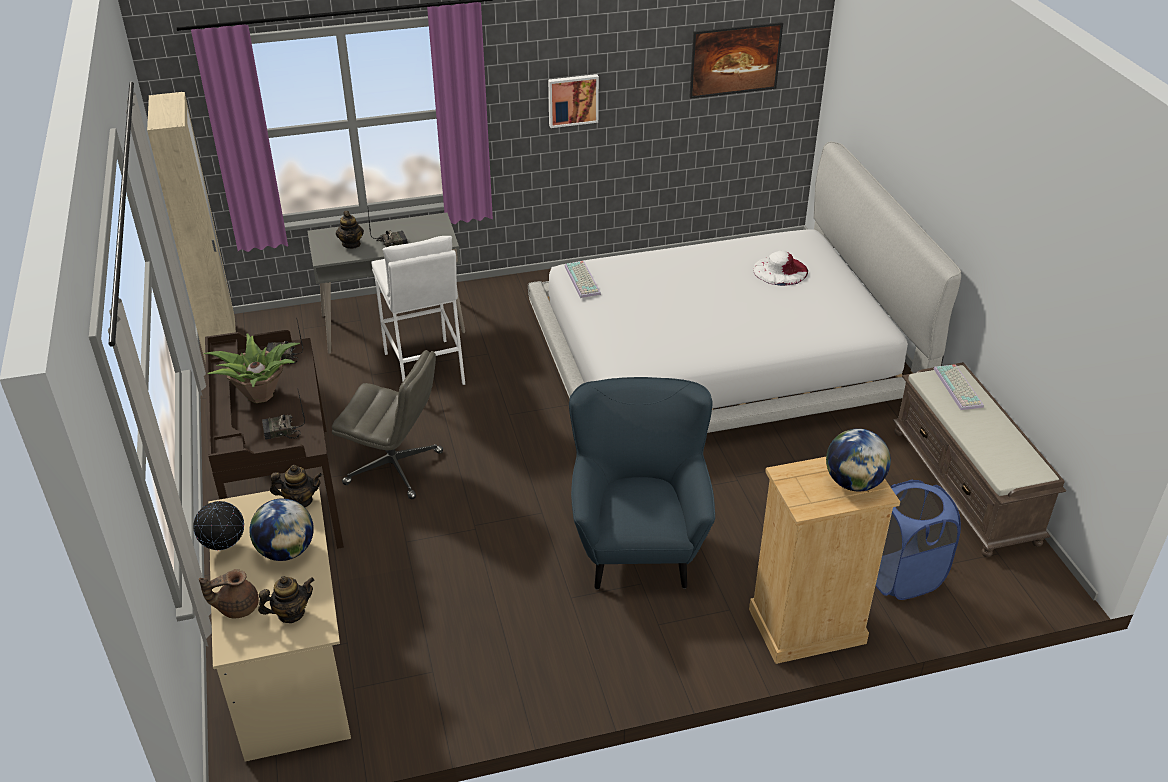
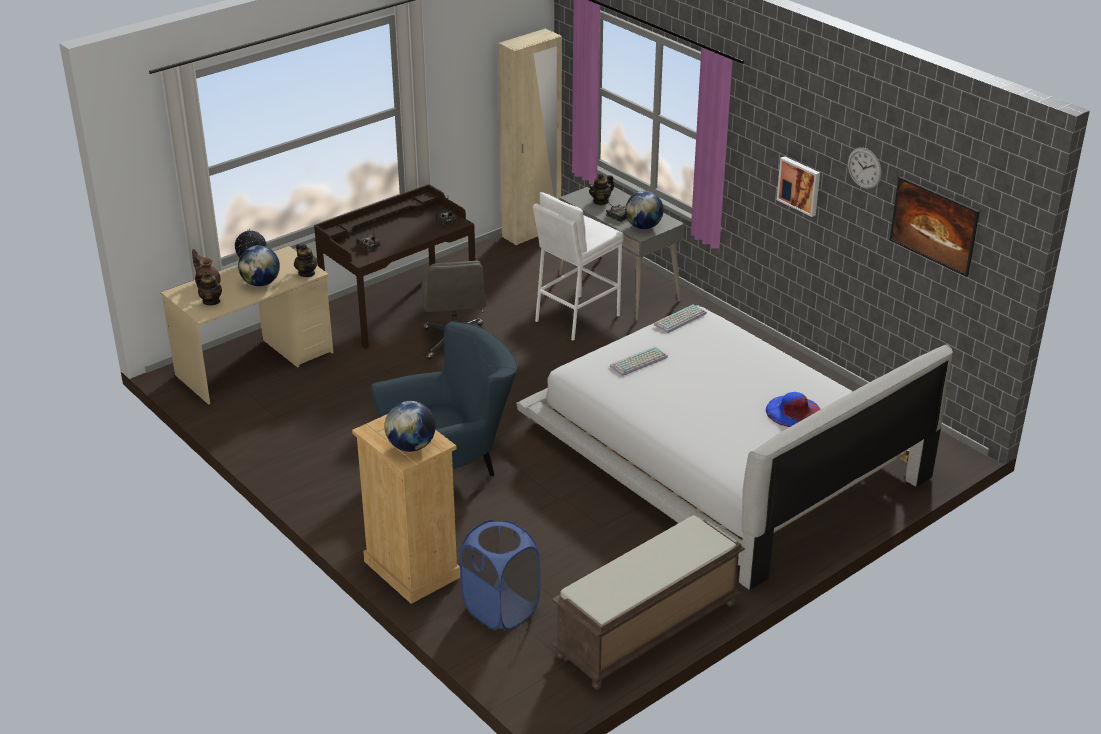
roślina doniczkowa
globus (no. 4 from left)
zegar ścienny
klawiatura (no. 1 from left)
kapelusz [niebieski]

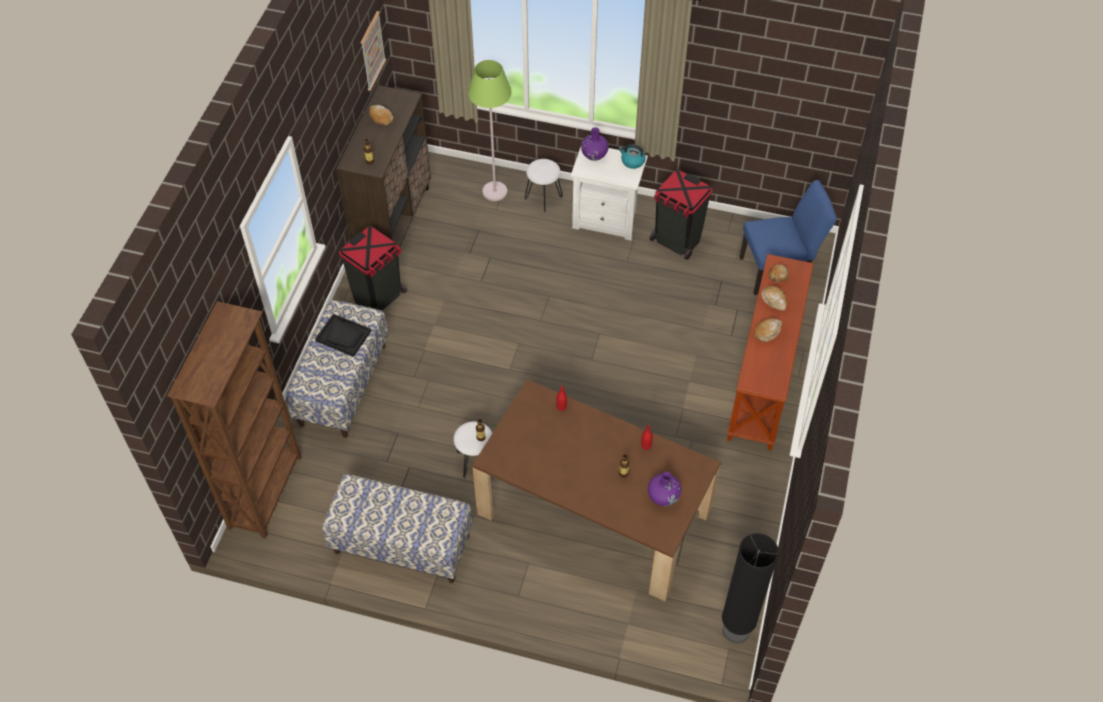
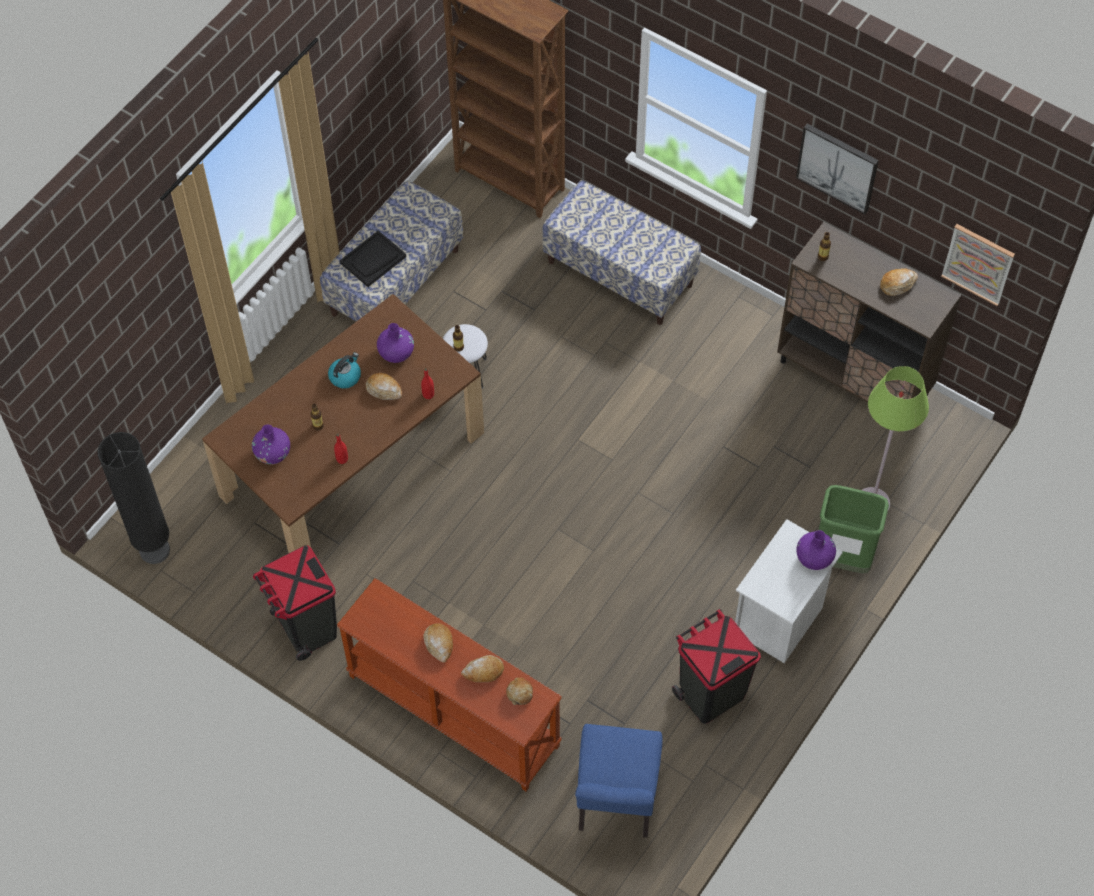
chleb (no. 1 from left)
wazon [fioletowy] (no. 2 from left)
obraz (no. 1 from left)
taca [czarny]
kosz na śmieci [czarny] (no. 1 from left)
czajnik
kosz na śmieci [zielony]

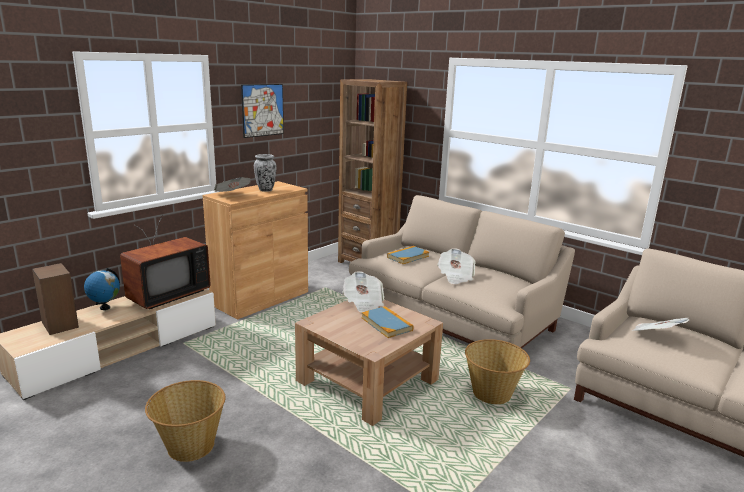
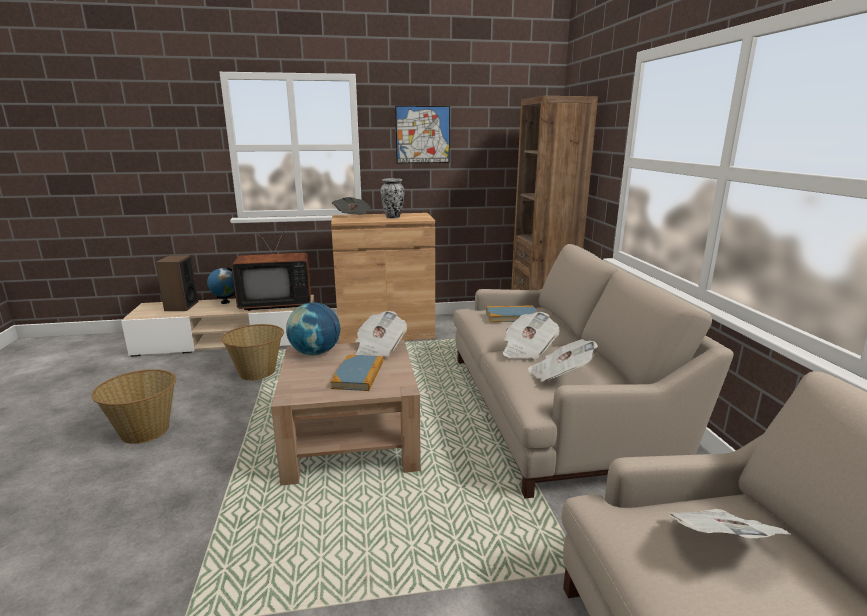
globus (no. 2 from left)
gazeta (no. 4 from left)
koszyk (no. 2 from left)

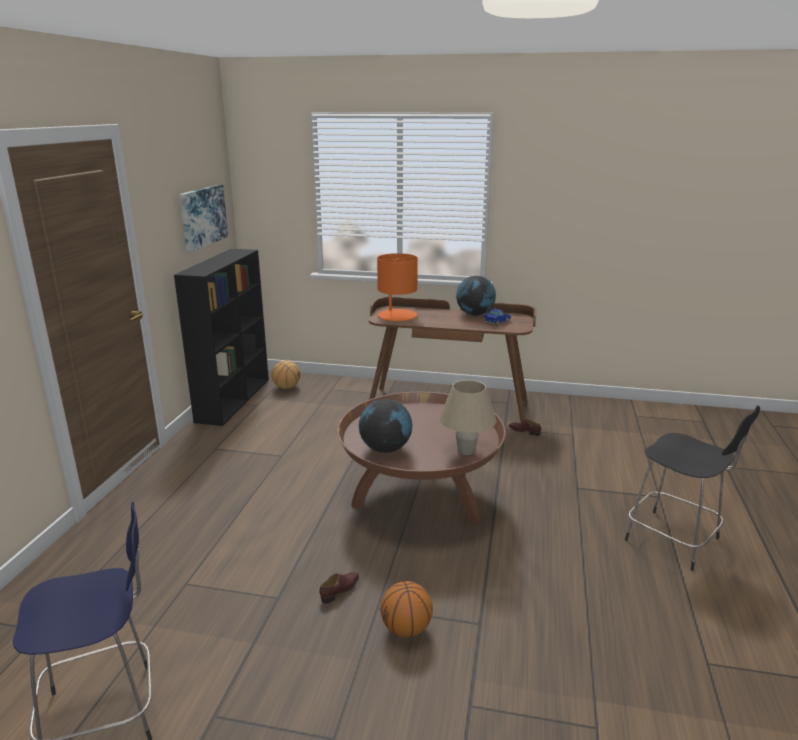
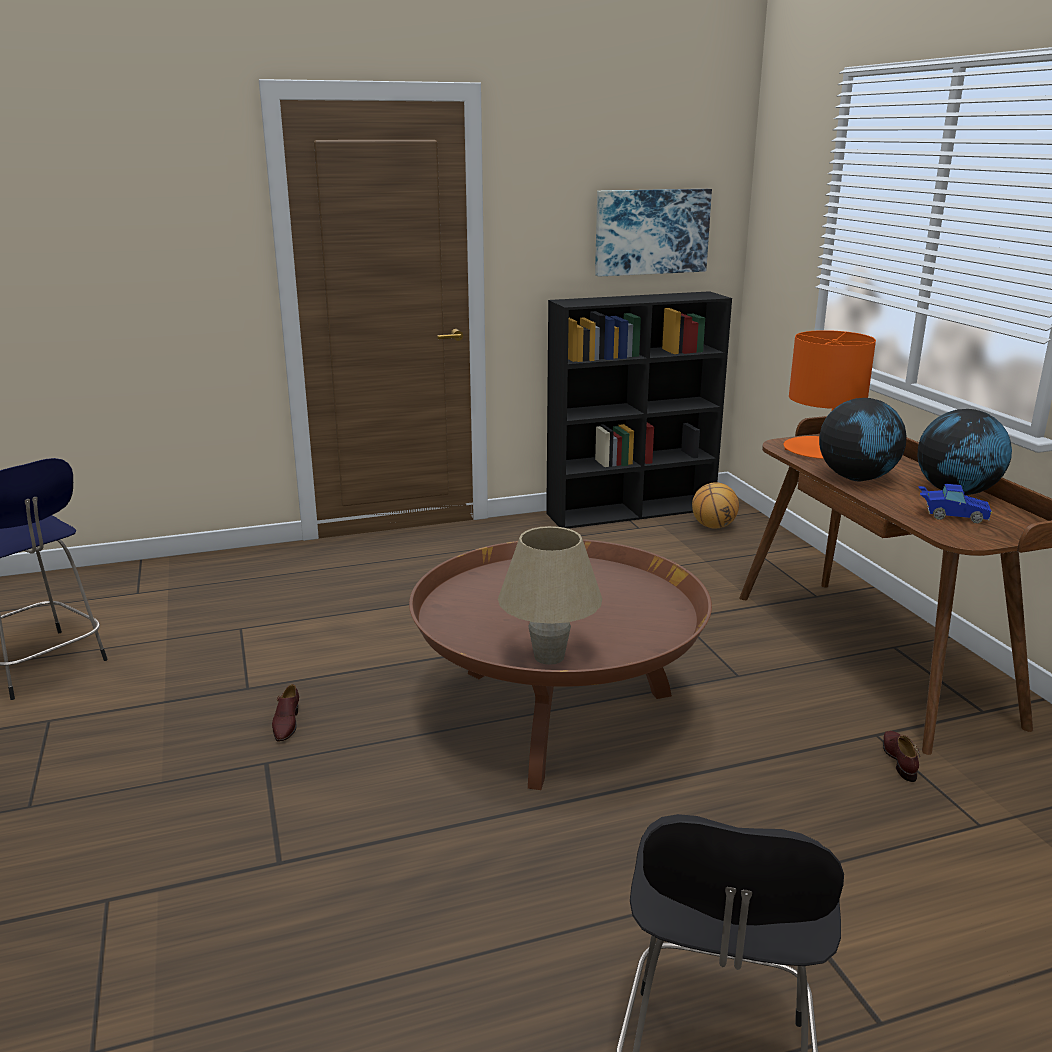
piłka do koszykówki (no. 2 from left in the first image)
globus (no. 1 from left)
but [brązowy] (no. 1 from left)

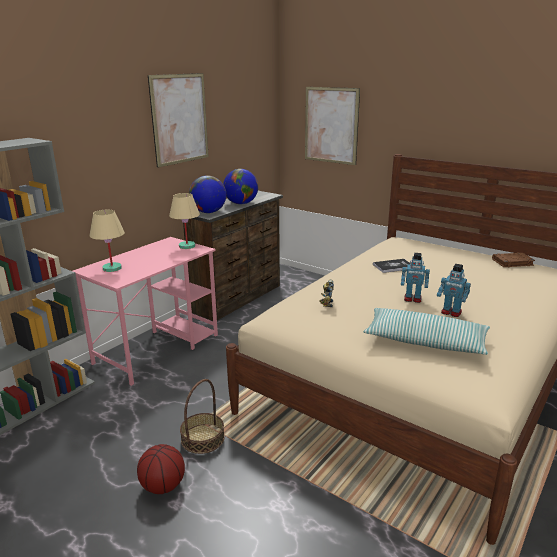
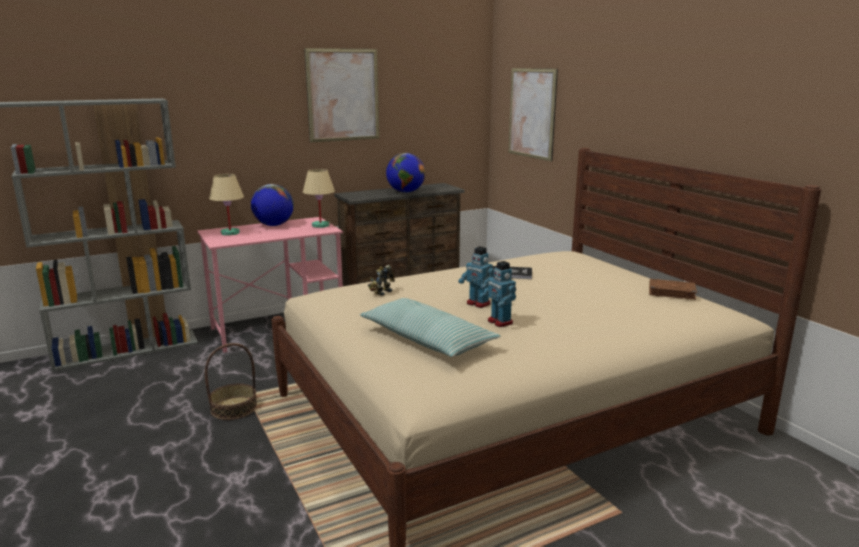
piłka do koszykówki
globus (no. 1 from left)

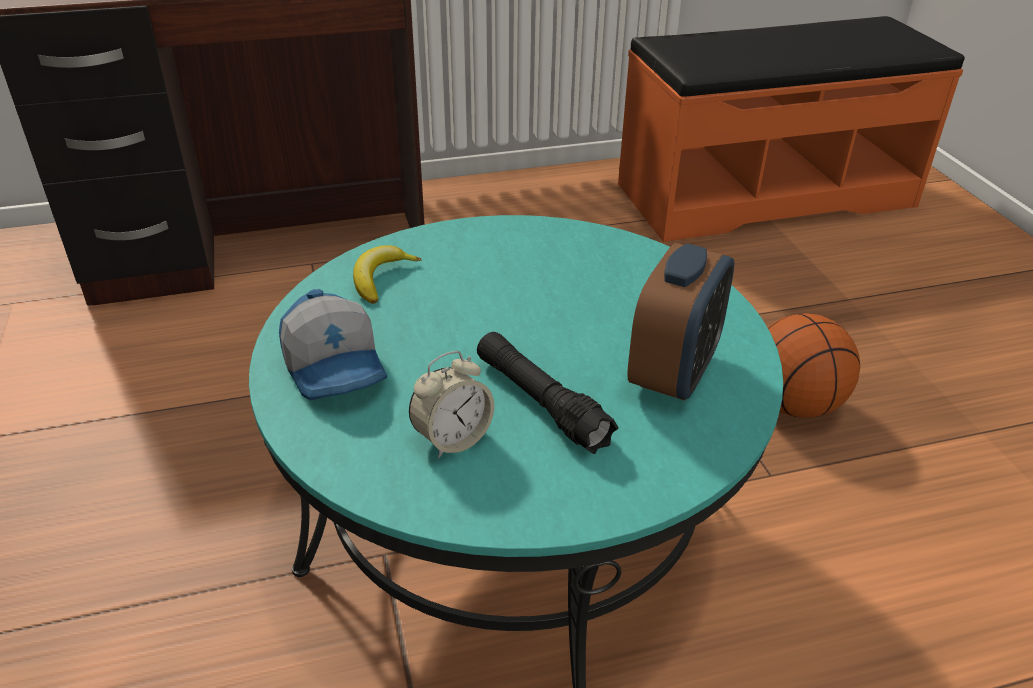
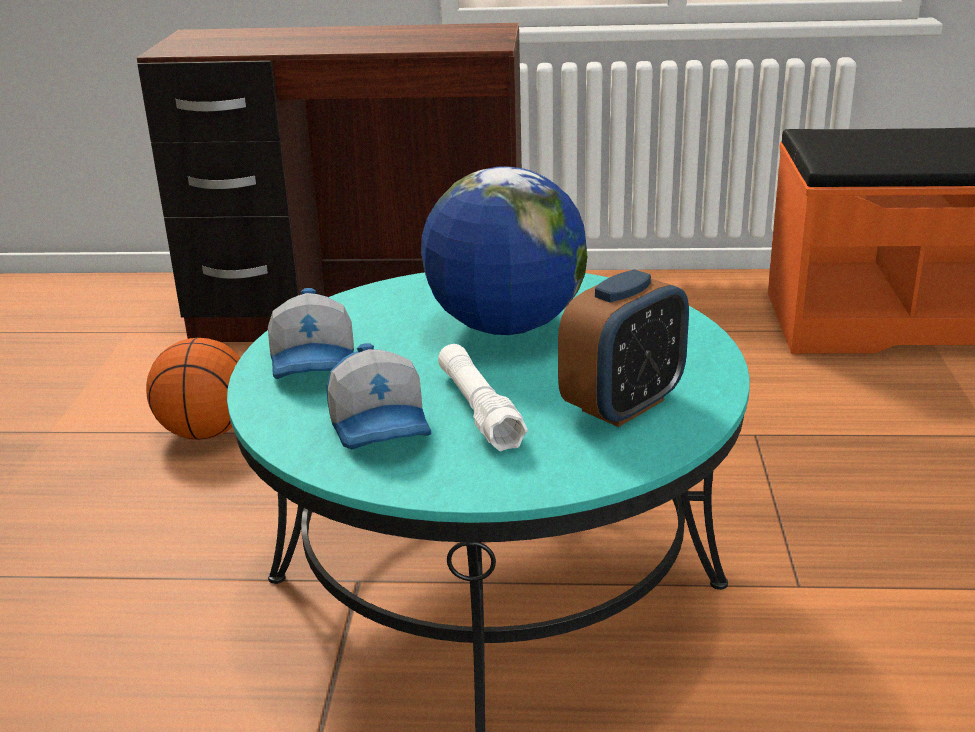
banan
globus
piłka do koszykówki
czapka z daszkiem (no. 2 from left)
latarka [biały]

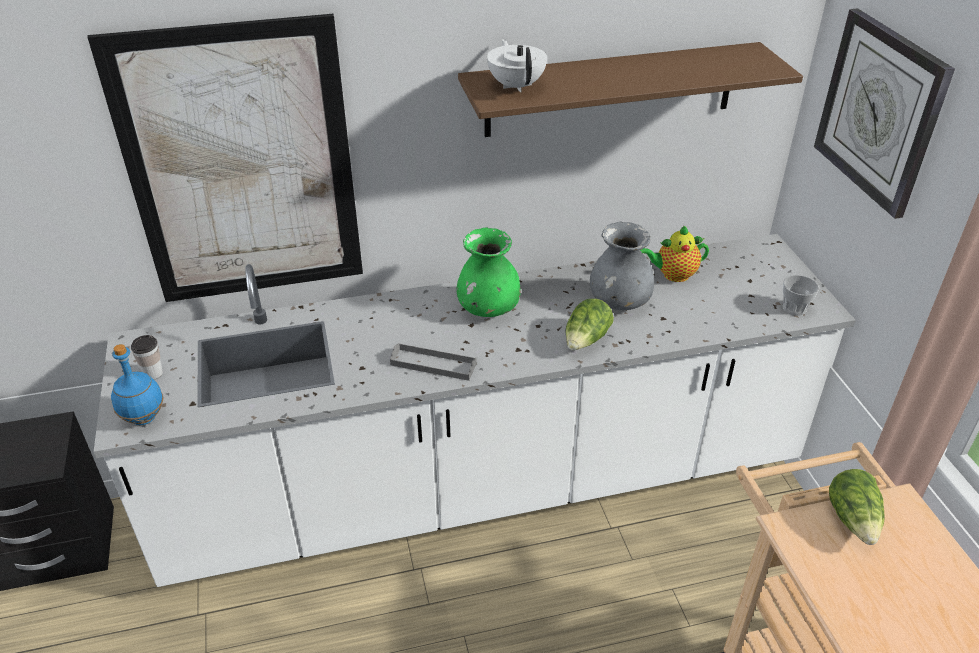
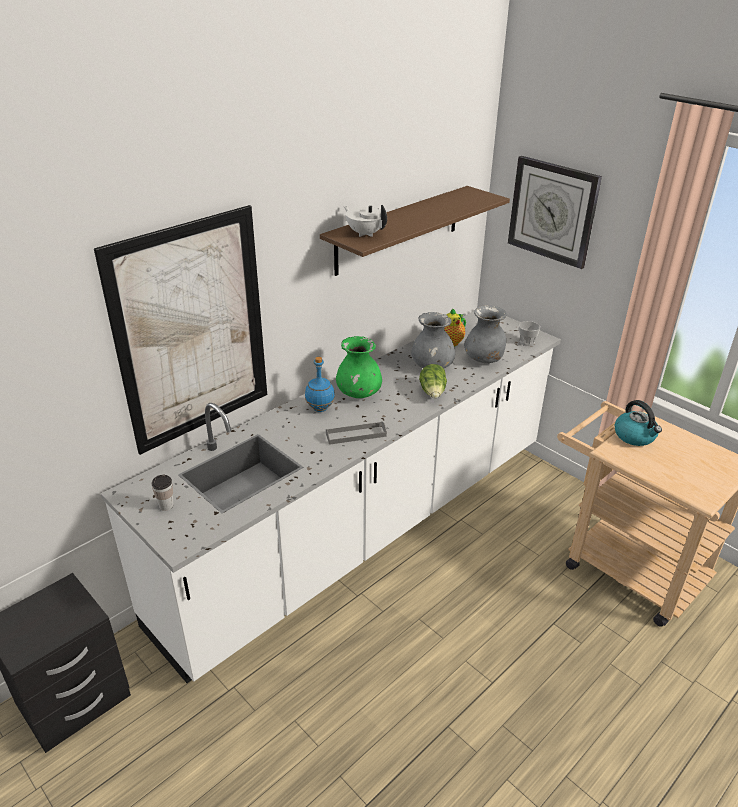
wazon [szary] (no. 2 from left)
butelka [niebieski]
czajnik

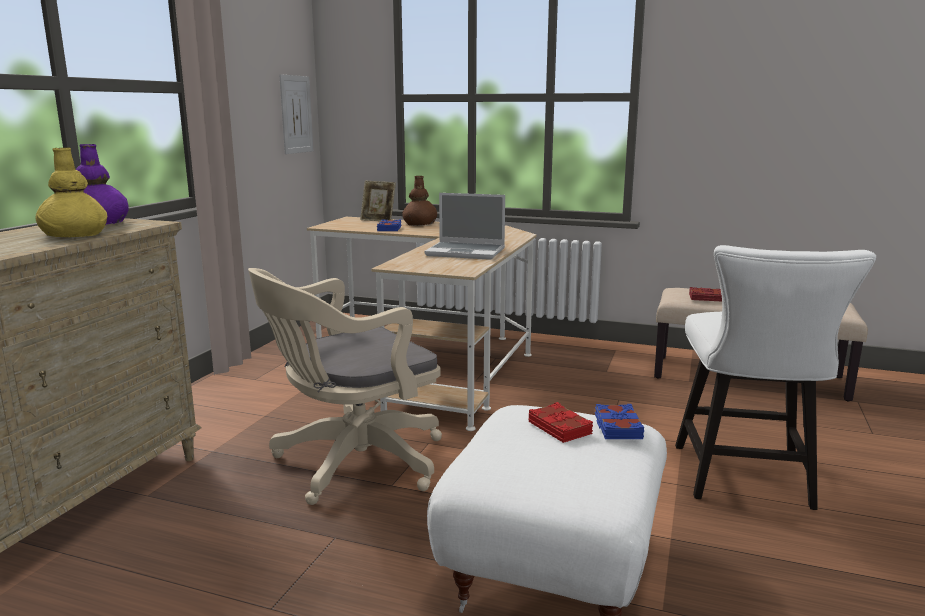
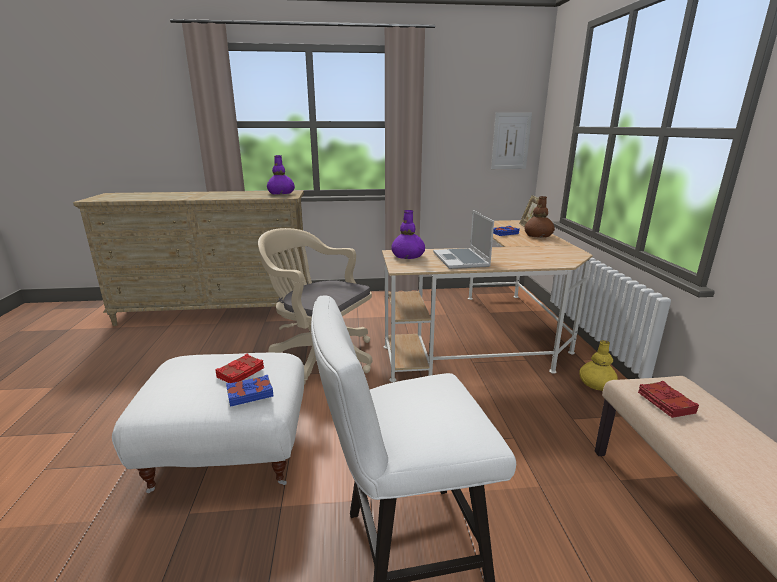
wazon [fioletowy] (no. 2 from left)
wazon [żółty]

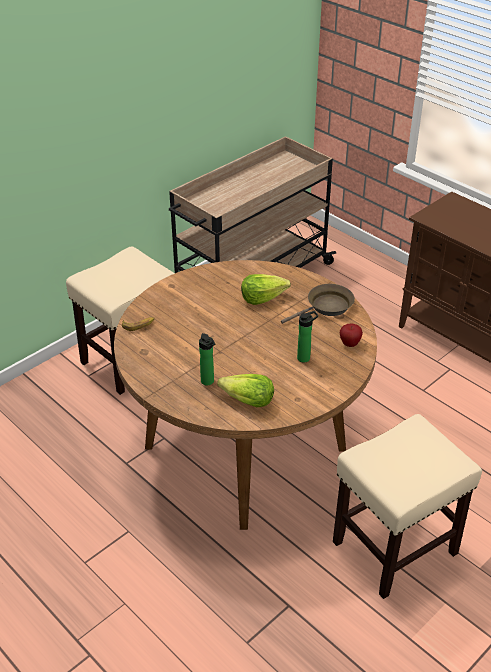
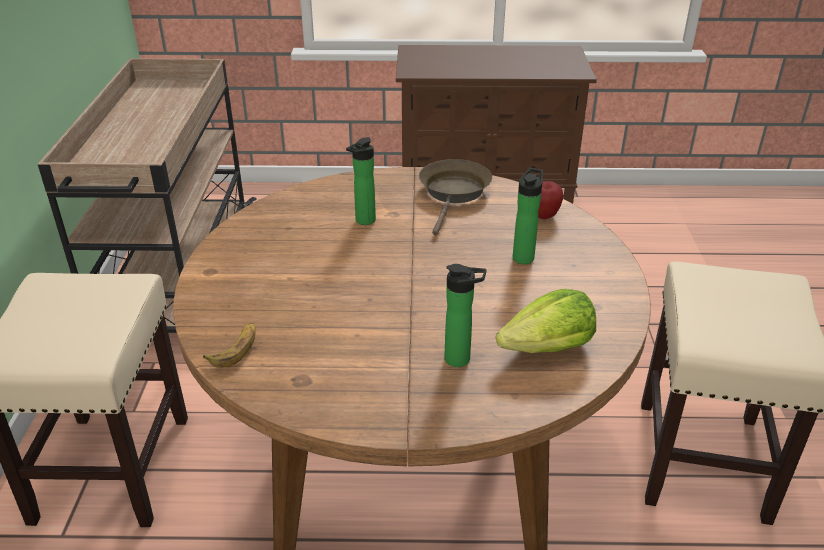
butelka (no. 1 from left)

